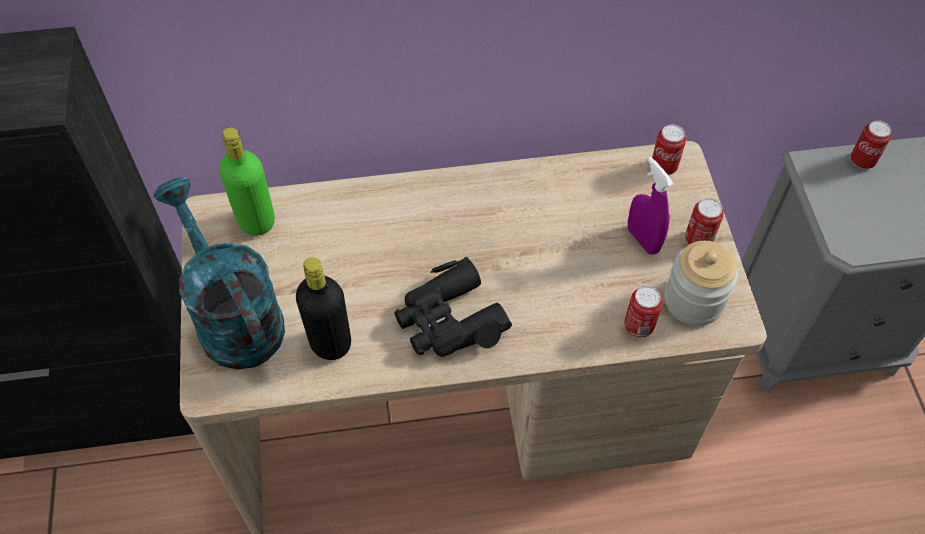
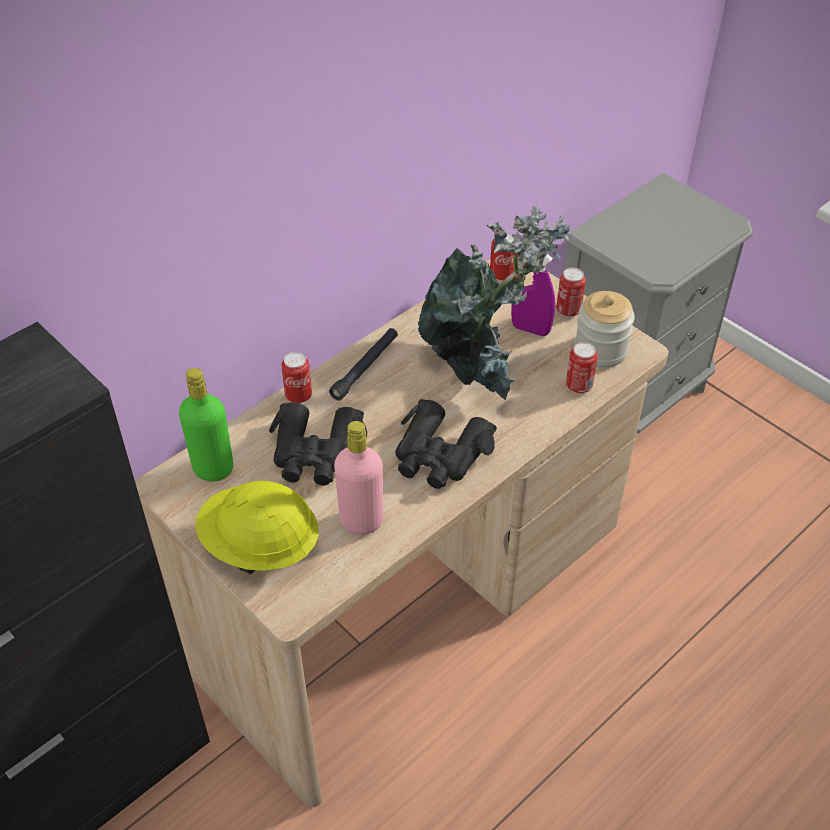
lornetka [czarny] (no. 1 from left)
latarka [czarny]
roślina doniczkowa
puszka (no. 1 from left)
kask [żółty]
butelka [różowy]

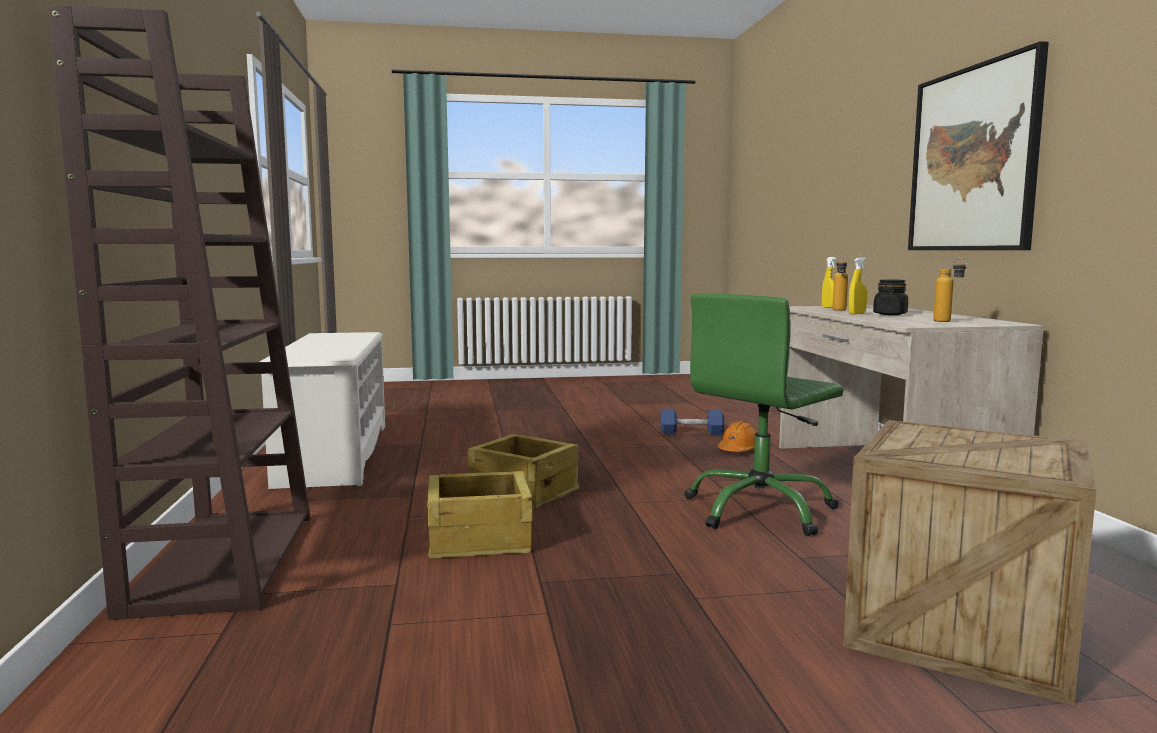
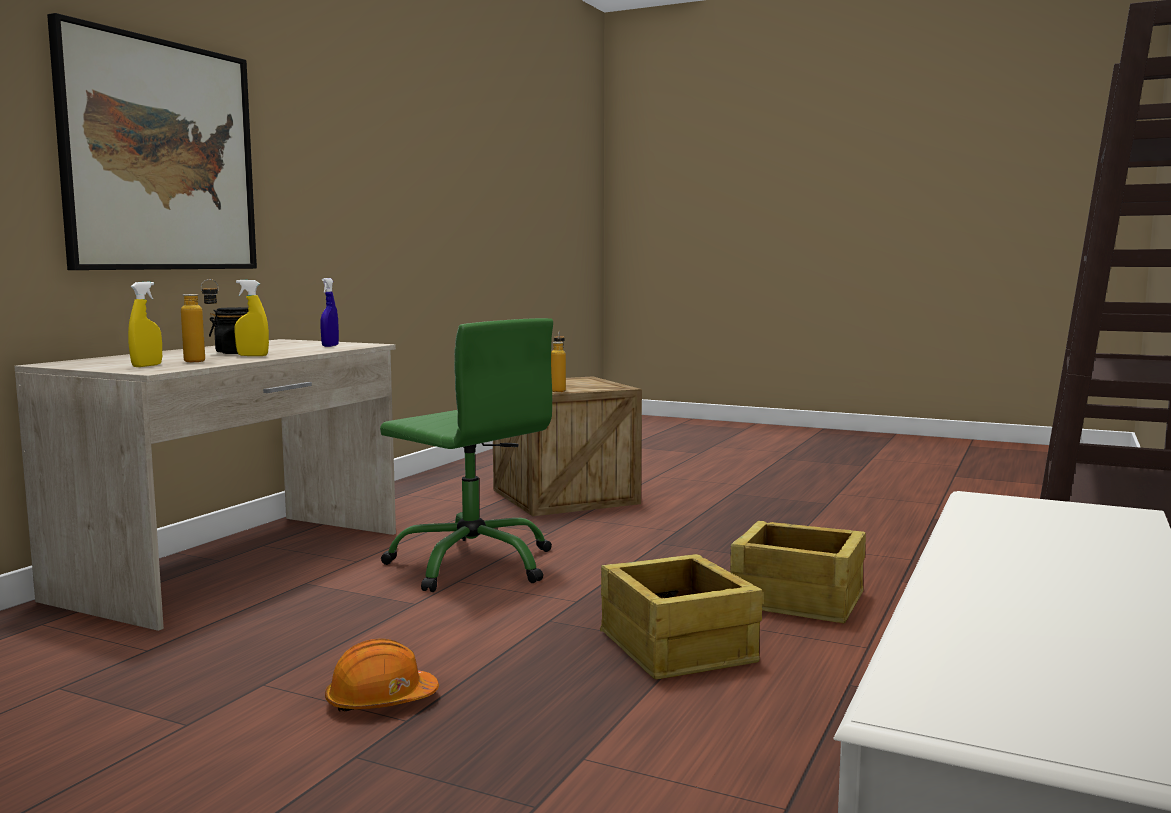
hantel [niebieski]
spryskiwacz [niebieski]
kask [pomarańczowy]
butelka (no. 2 from left)
krzesło biurowe [zielony]

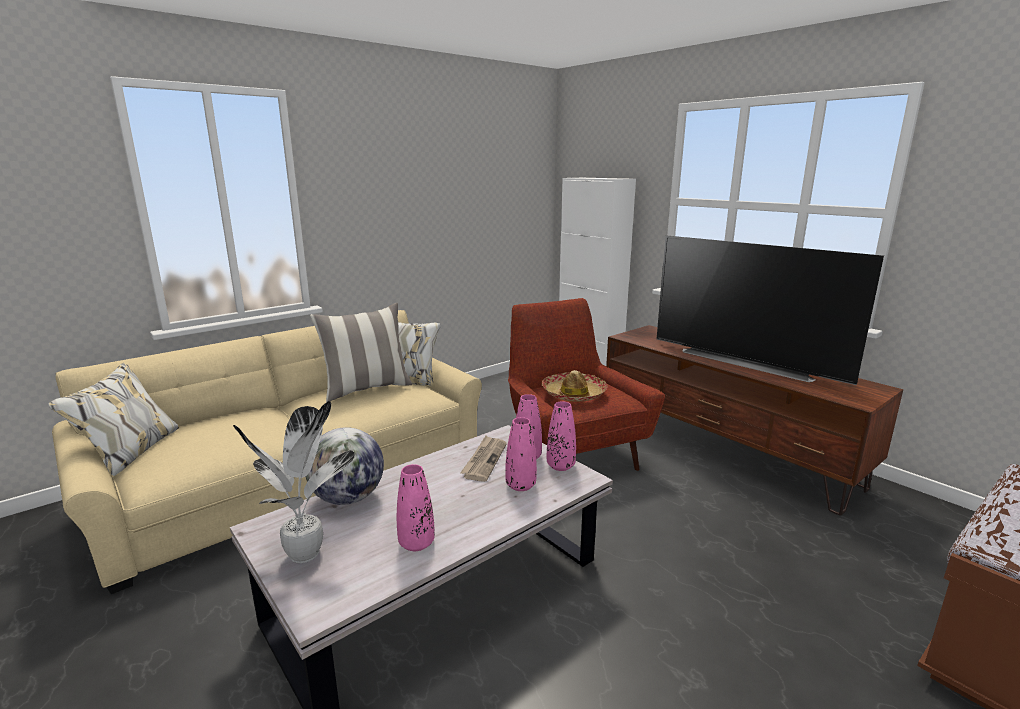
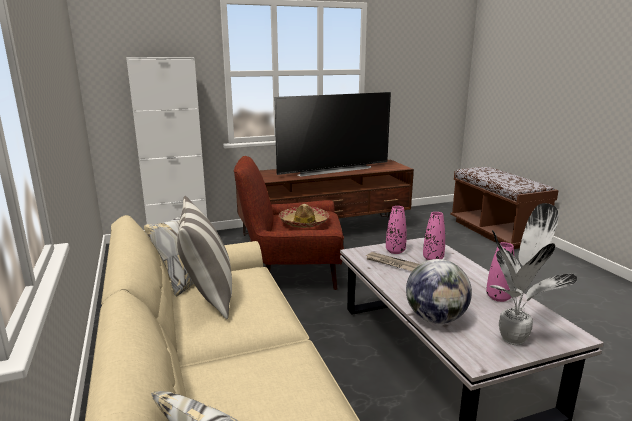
wazon [różowy] (no. 4 from left in the first image)

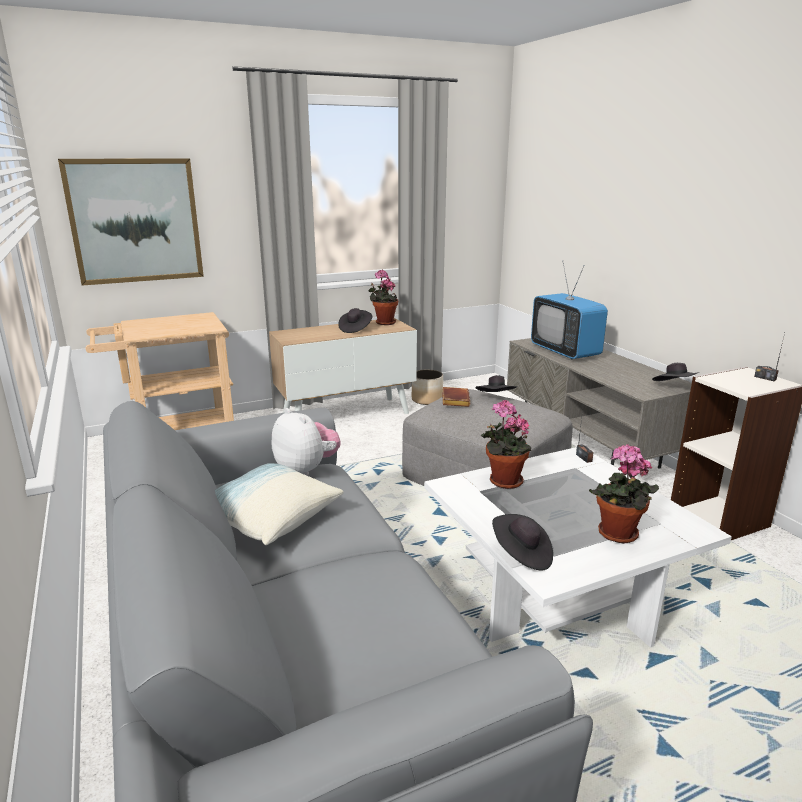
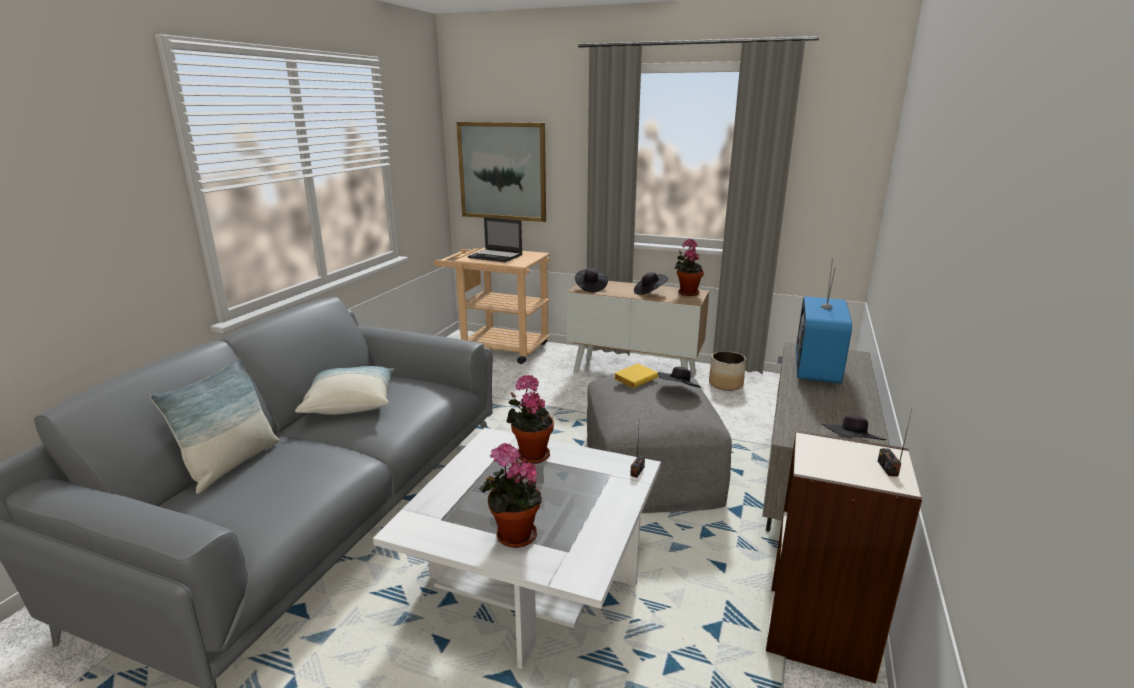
pluszak
poduszka (no. 1 from left)
laptop
kapelusz [czarny] (no. 1 from left)
książka [żółty]

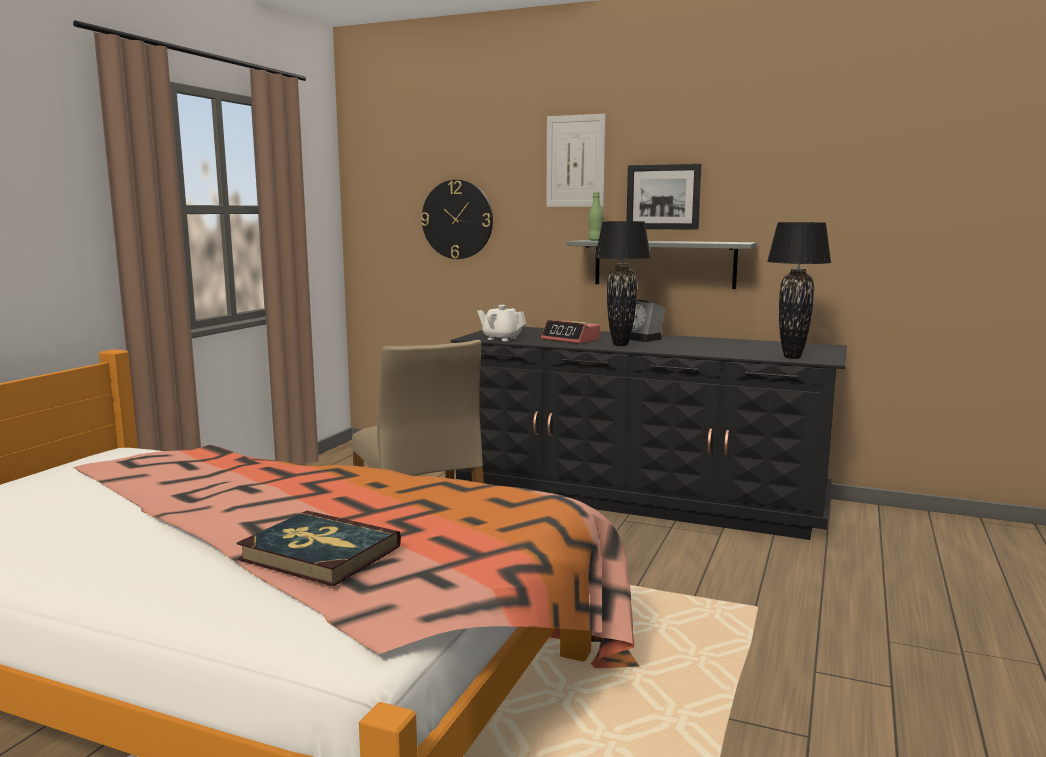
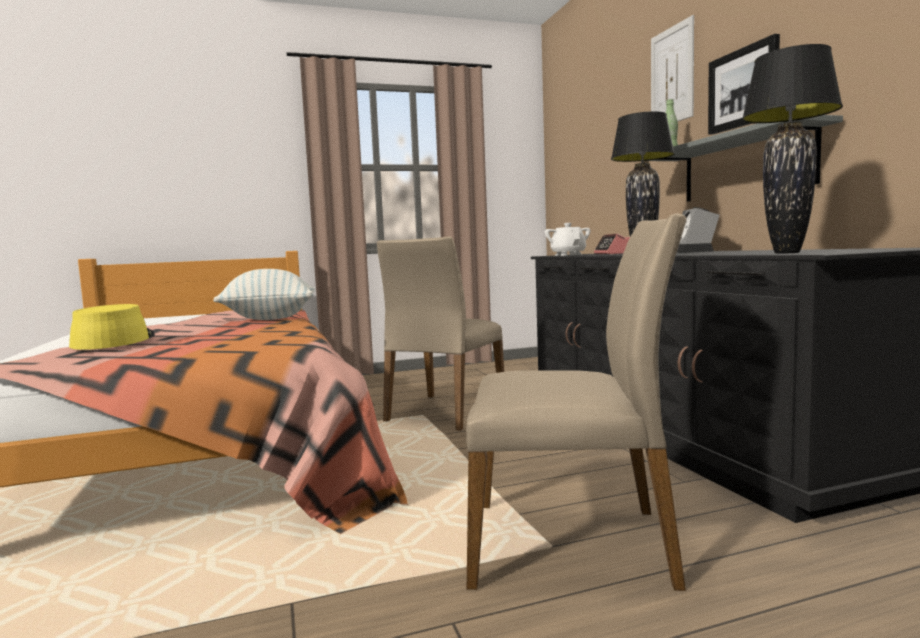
zegar ścienny
poduszka
krzesło [beżowy] (no. 2 from left)
kapelusz [żółty]

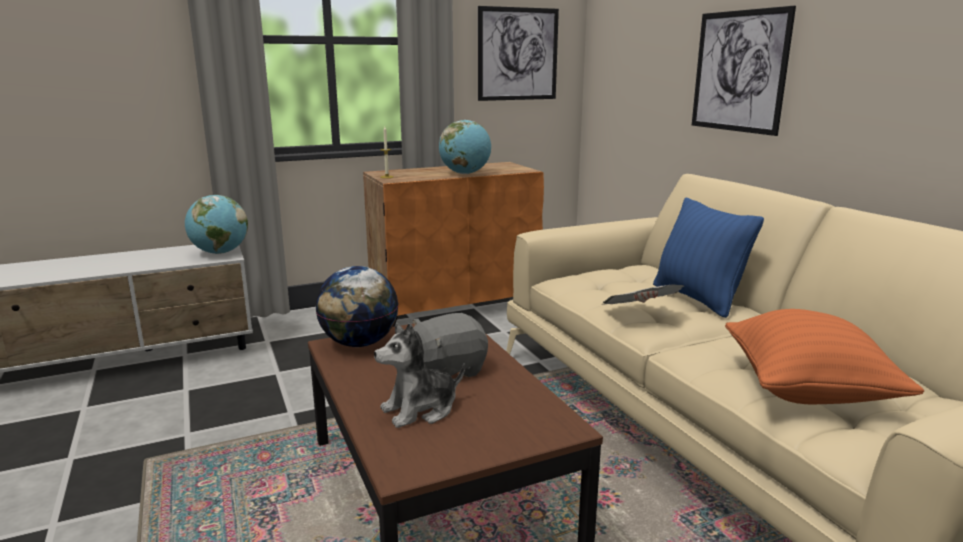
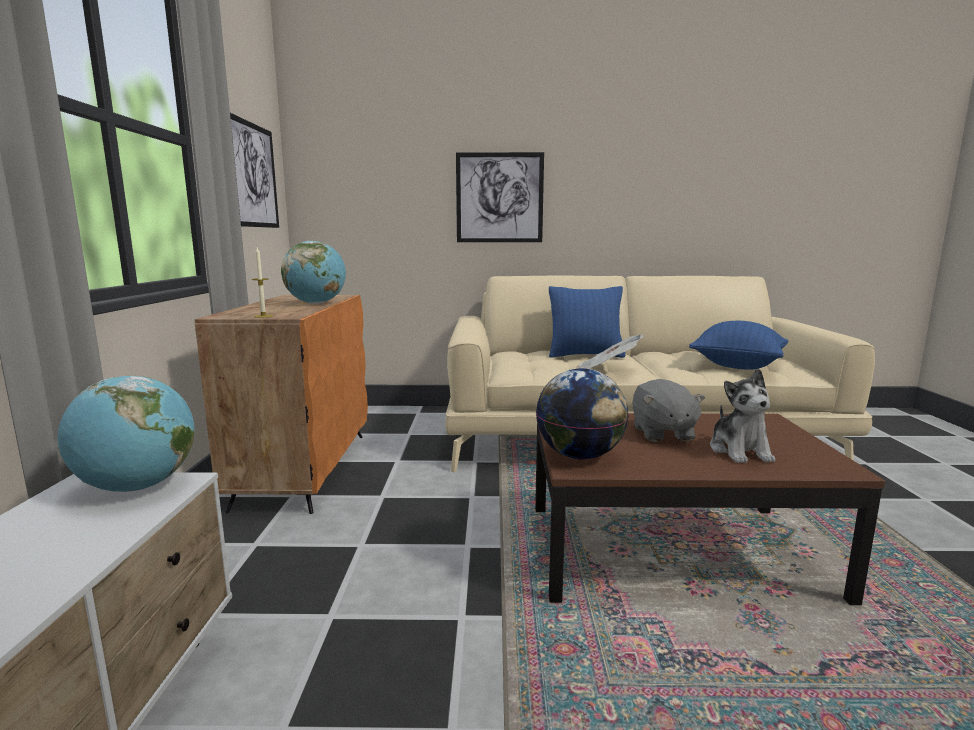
poduszka [niebieski] (no. 2 from left)

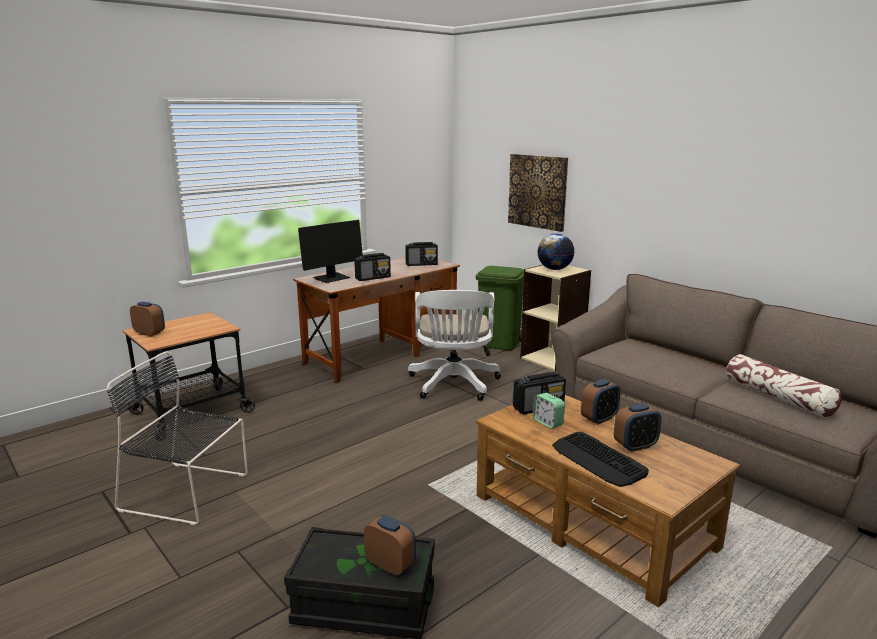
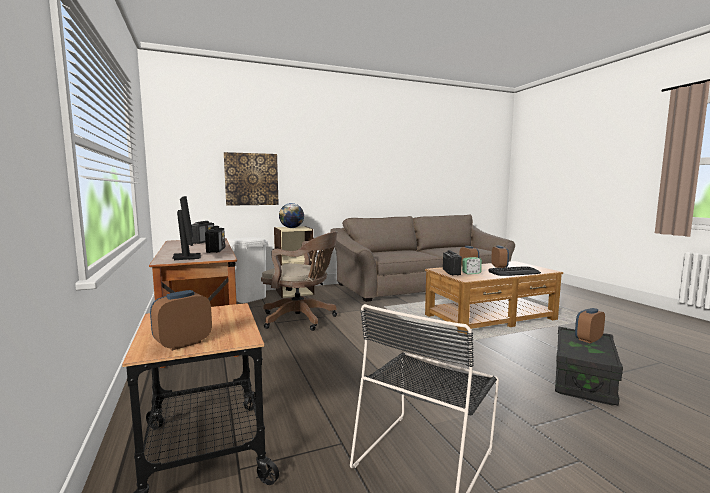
poduszka
krzesło biurowe [brązowy]
kosz na śmieci [biały]

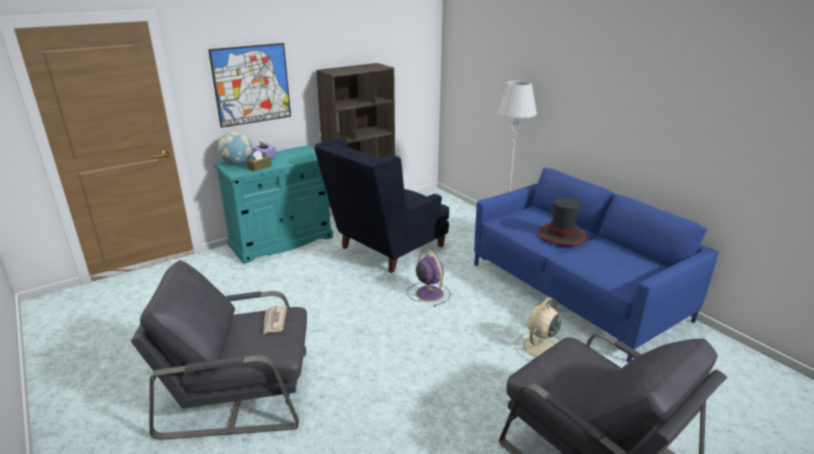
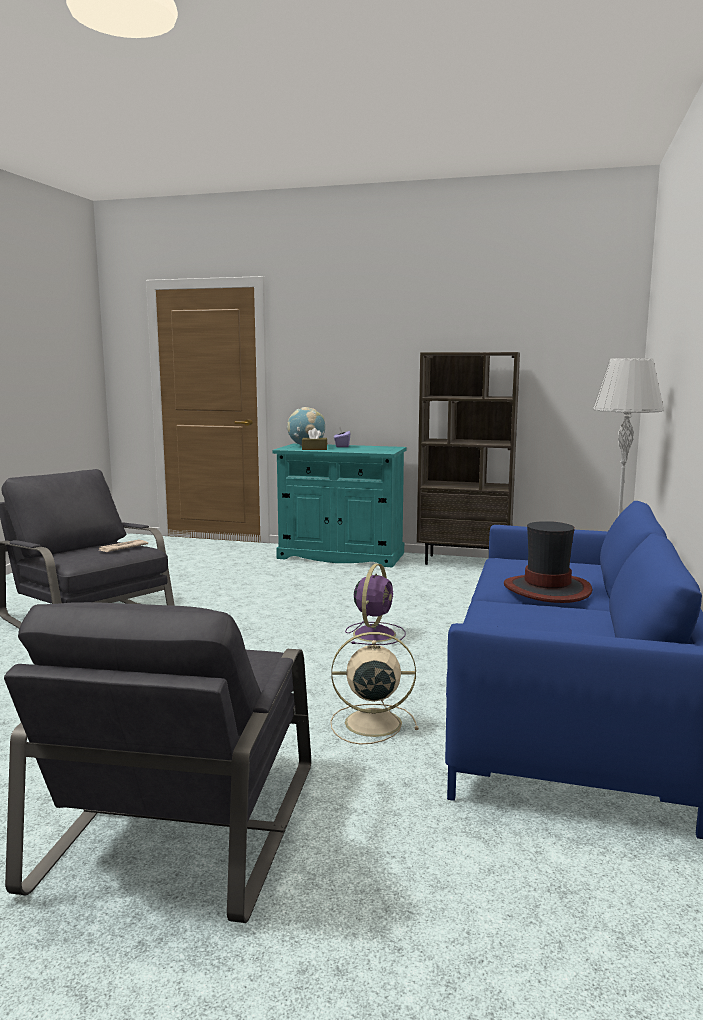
obraz
fotel [niebieski]

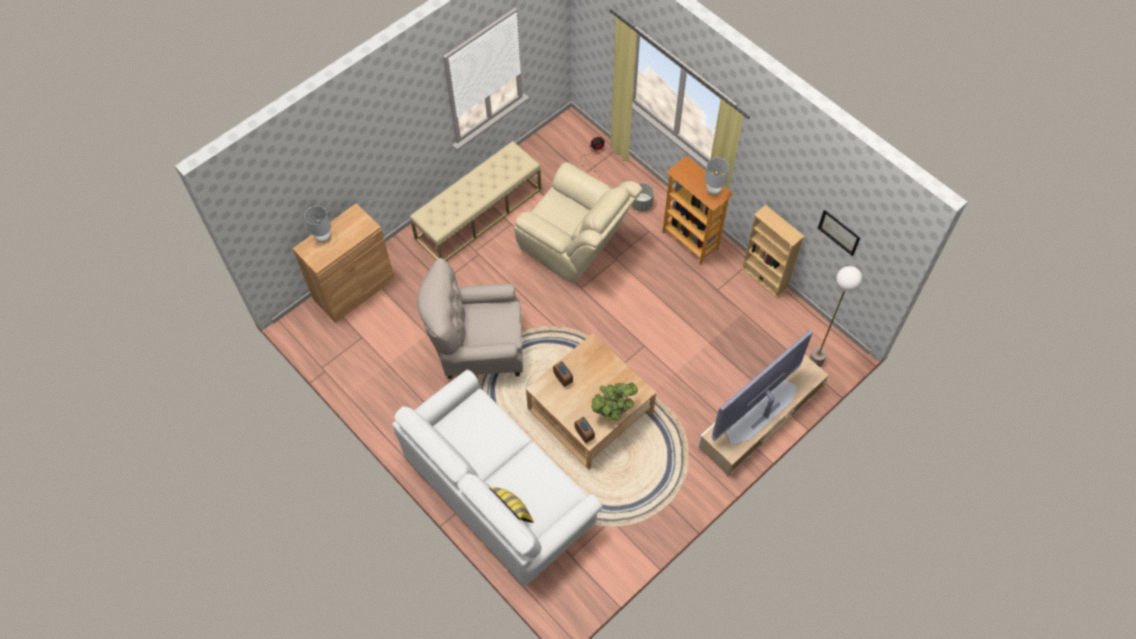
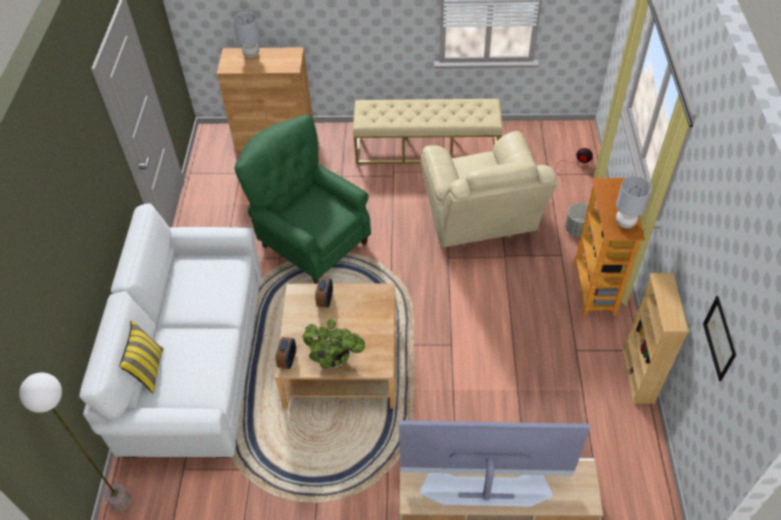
lampa stojąca
fotel [zielony]

